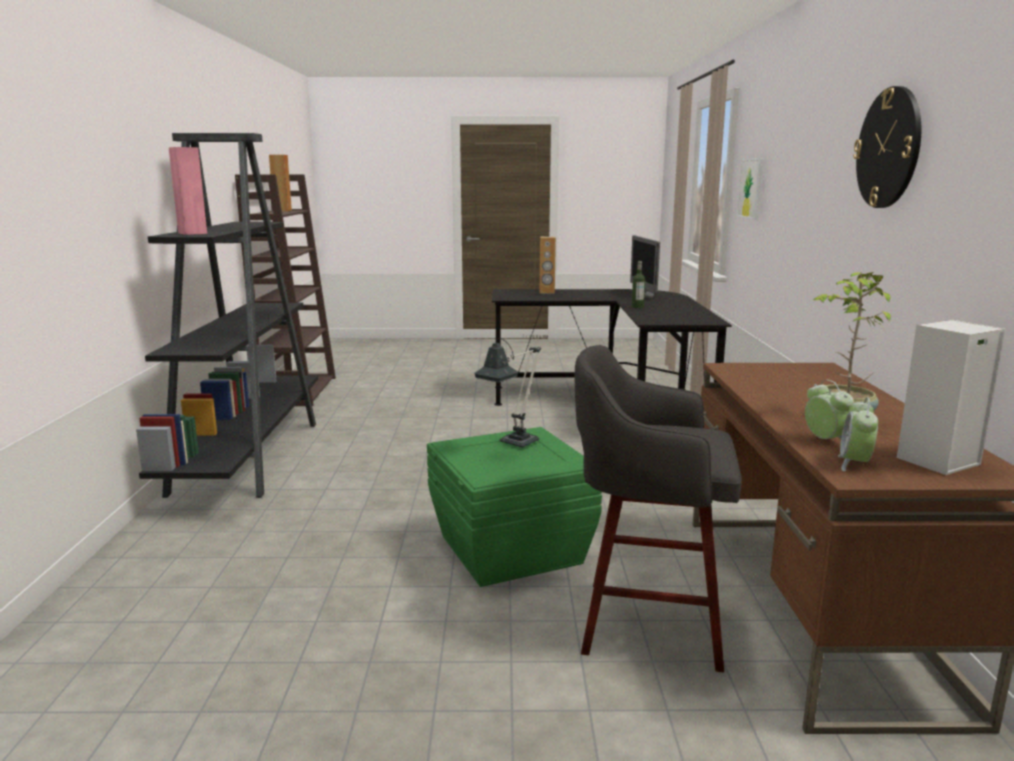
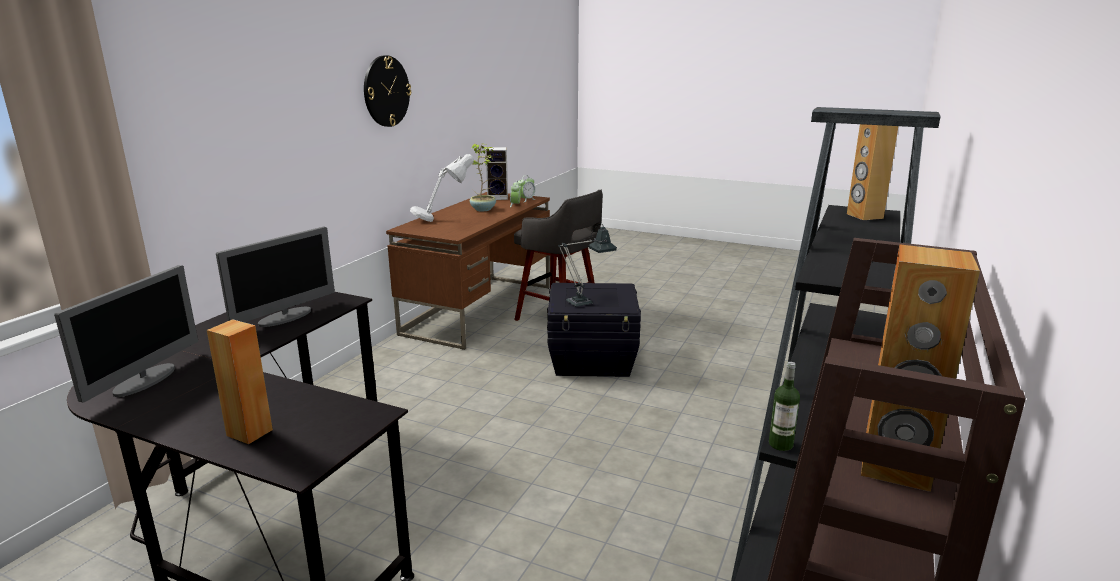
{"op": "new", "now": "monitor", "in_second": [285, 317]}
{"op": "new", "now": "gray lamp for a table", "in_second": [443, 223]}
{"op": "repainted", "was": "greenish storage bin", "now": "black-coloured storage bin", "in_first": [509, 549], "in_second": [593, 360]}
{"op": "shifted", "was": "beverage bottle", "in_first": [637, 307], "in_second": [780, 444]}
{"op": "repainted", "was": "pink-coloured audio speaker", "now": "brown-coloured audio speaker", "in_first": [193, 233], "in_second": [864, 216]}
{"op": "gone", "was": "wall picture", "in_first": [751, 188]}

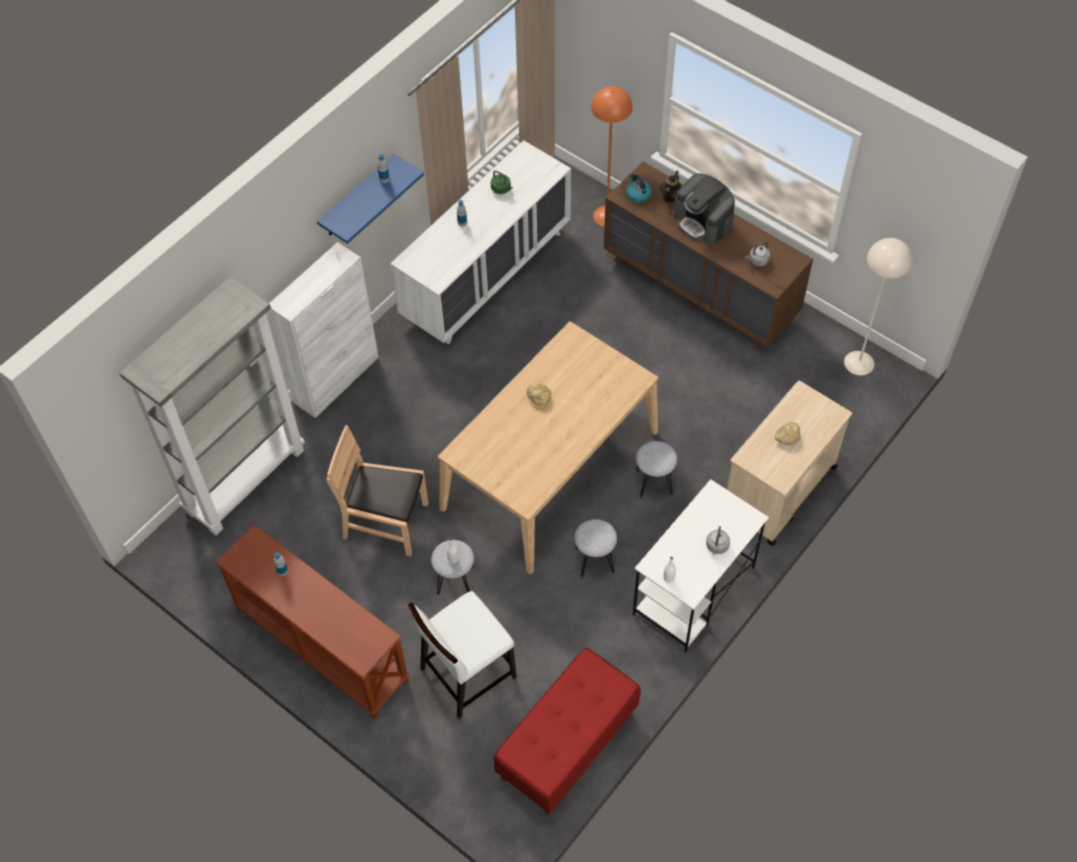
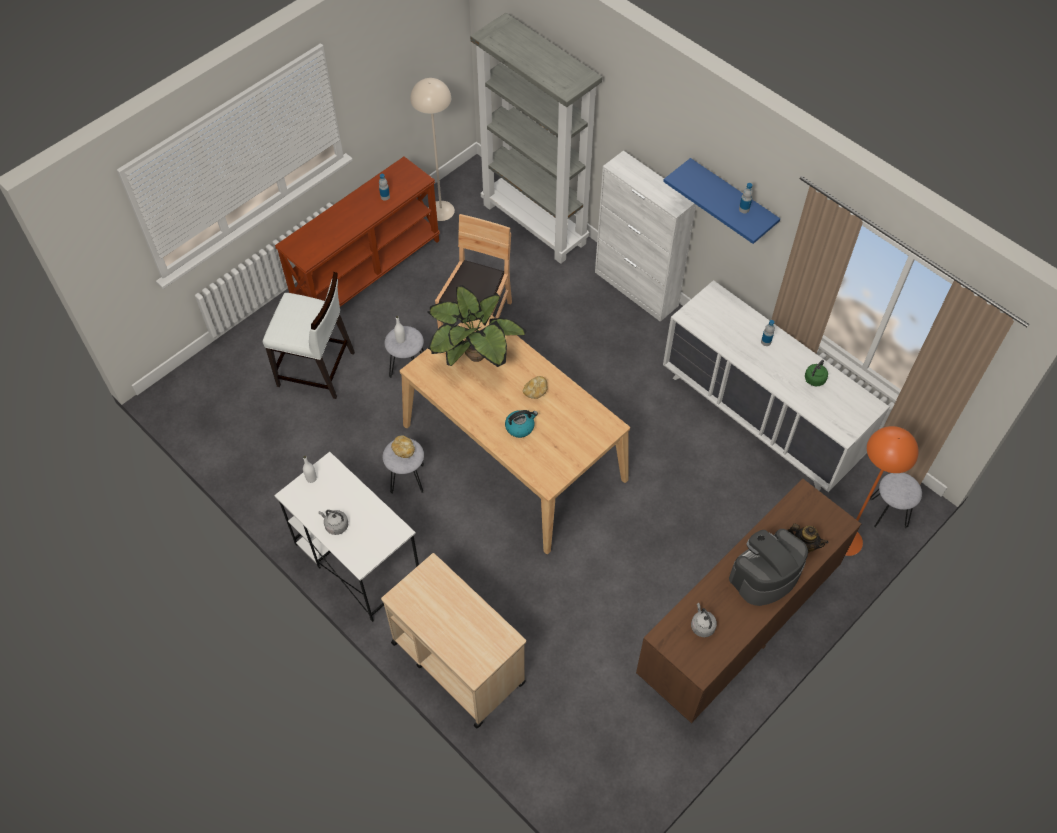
{"op": "rotated", "was": "whitish upright chair", "in_first": [467, 673], "in_second": [316, 370], "clockwise": 135}
{"op": "shifted", "was": "bakery bread", "in_first": [787, 437], "in_second": [403, 450]}
{"op": "shifted", "was": "sand-coloured standard lamp", "in_first": [859, 363], "in_second": [440, 210]}
{"op": "new", "now": "potted plant", "in_second": [475, 358]}
{"op": "shifted", "was": "tea kettle", "in_first": [638, 194], "in_second": [520, 427]}
{"op": "shifted", "was": "gray stool seat", "in_first": [654, 482], "in_second": [887, 513]}
{"op": "gone", "was": "red-coloured long seat", "in_first": [567, 745]}

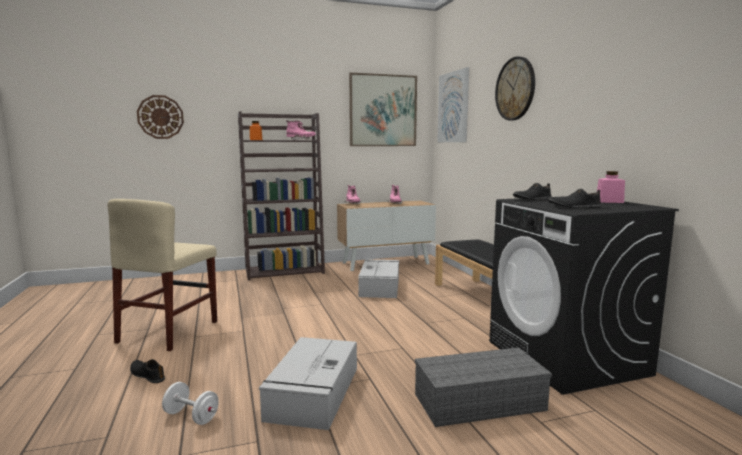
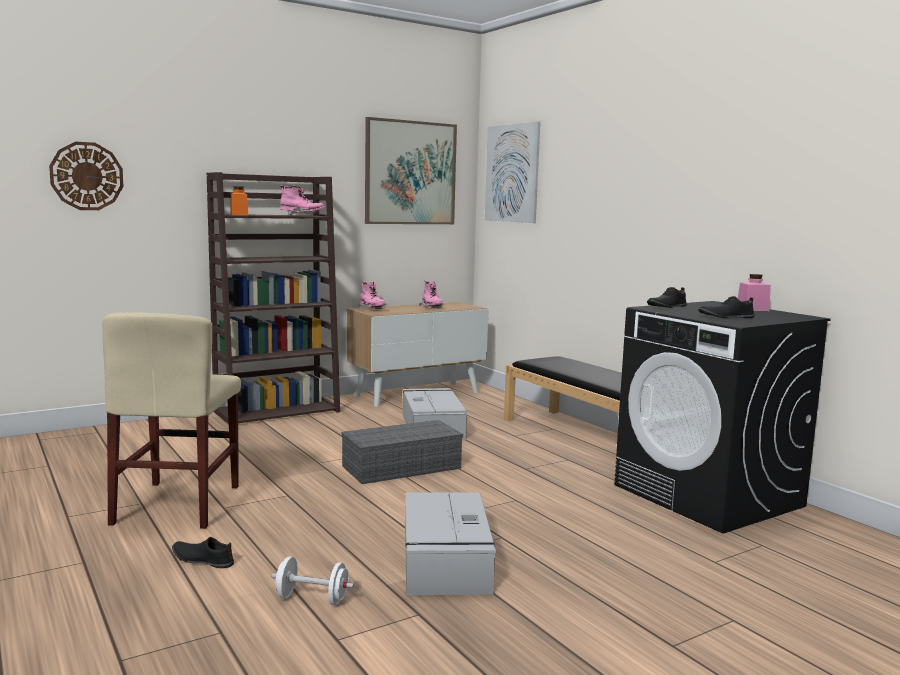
{"op": "shifted", "was": "gray storage bin", "in_first": [480, 401], "in_second": [402, 466]}
{"op": "gone", "was": "hanging clock", "in_first": [515, 89]}

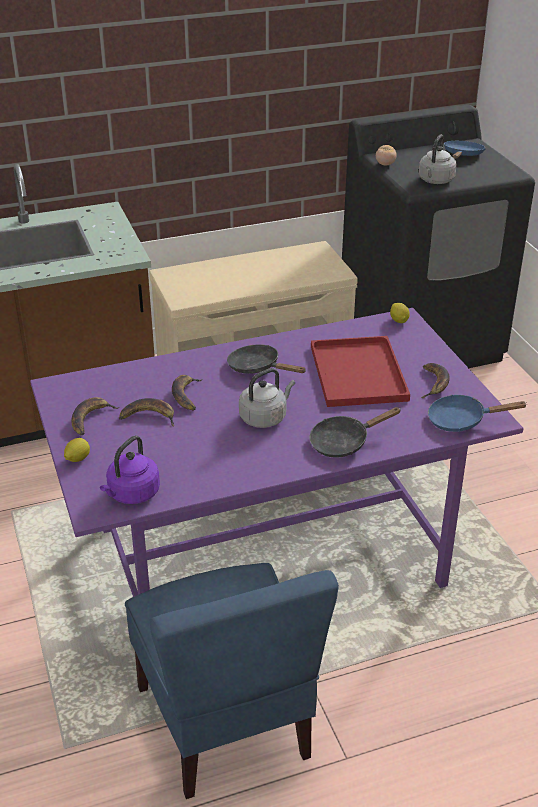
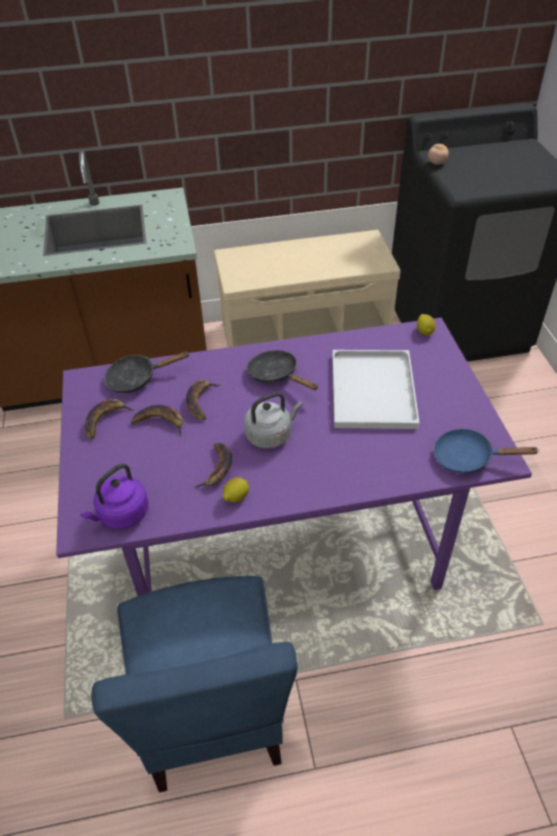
{"op": "shifted", "was": "black-coloured frying pan", "in_first": [344, 442], "in_second": [137, 379]}
{"op": "shifted", "was": "banana fruit", "in_first": [434, 383], "in_second": [217, 468]}
{"op": "shifted", "was": "citrus fruit", "in_first": [77, 459], "in_second": [236, 497]}
{"op": "repainted", "was": "red-coloured carrying tray", "now": "whitish carrying tray", "in_first": [356, 372], "in_second": [371, 388]}
{"op": "gone", "was": "gray tea kettle", "in_first": [435, 181]}
{"op": "gone", "was": "blue frying pan", "in_first": [462, 155]}

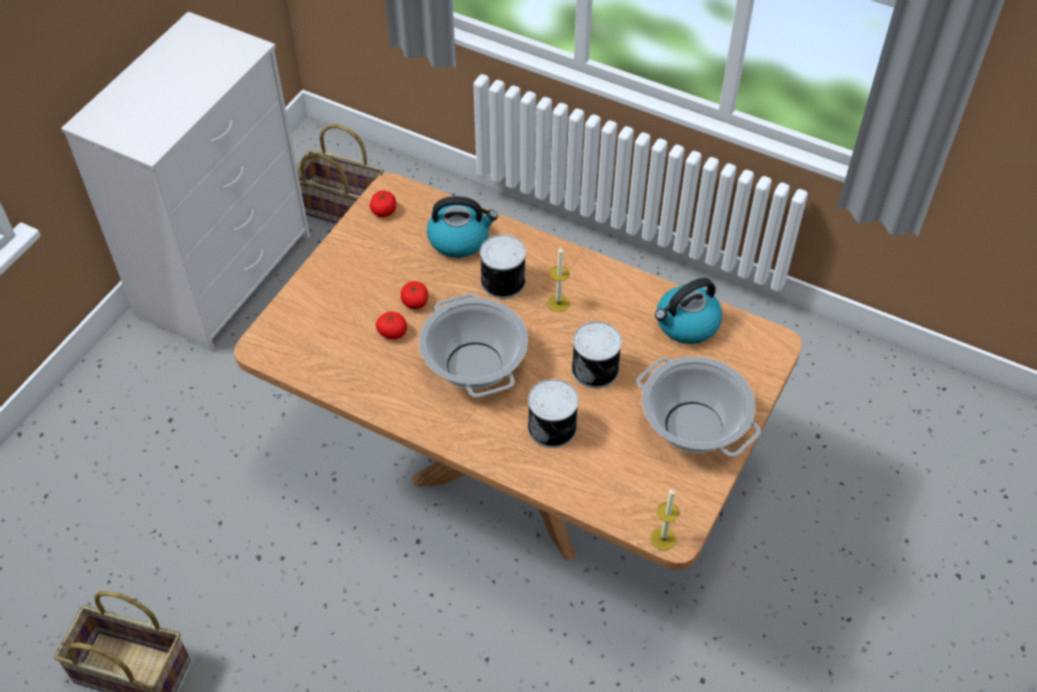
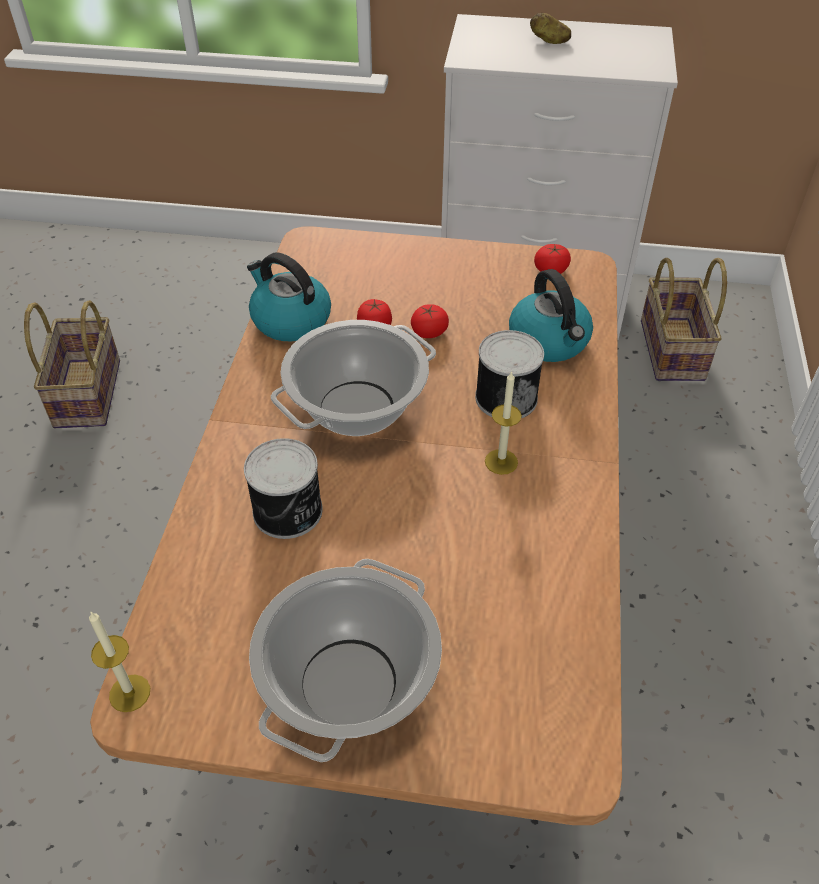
{"op": "shifted", "was": "tea kettle", "in_first": [686, 324], "in_second": [290, 320]}
{"op": "new", "now": "whole potato", "in_second": [549, 41]}
{"op": "gone", "was": "metal can", "in_first": [596, 368]}

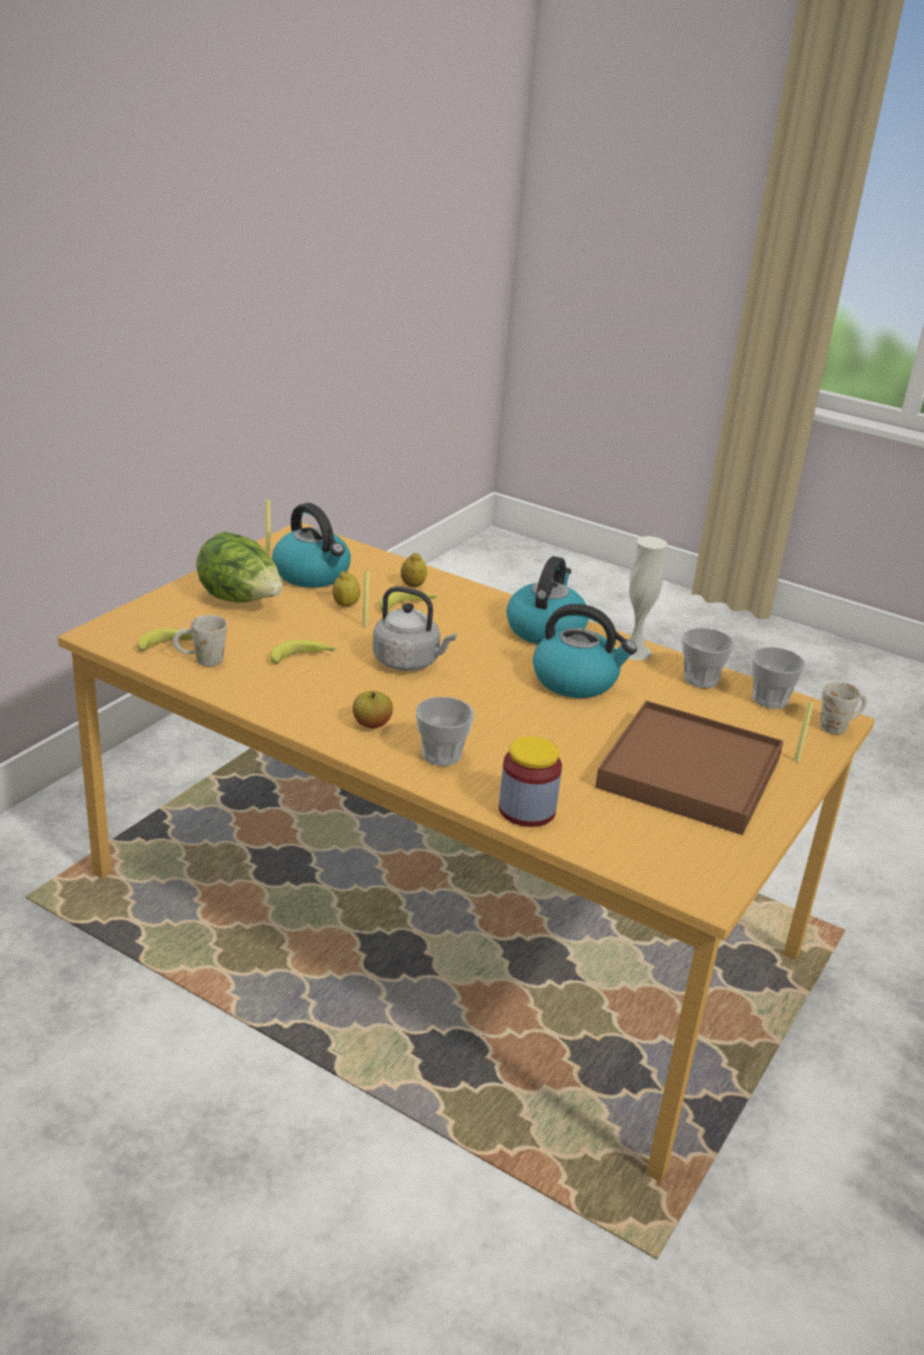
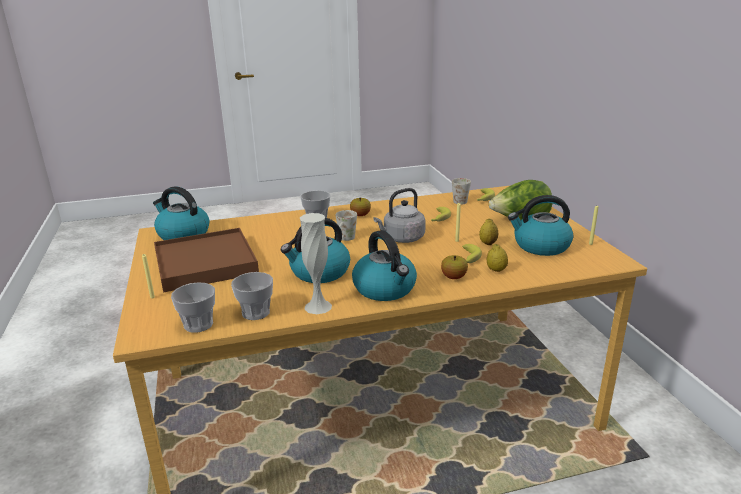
{"op": "new", "now": "tea kettle", "in_second": [182, 234]}
{"op": "shifted", "was": "whitish tea mug", "in_first": [839, 725], "in_second": [345, 239]}
{"op": "new", "now": "whole apple", "in_second": [453, 277]}
{"op": "gone", "was": "storage jar", "in_first": [527, 810]}

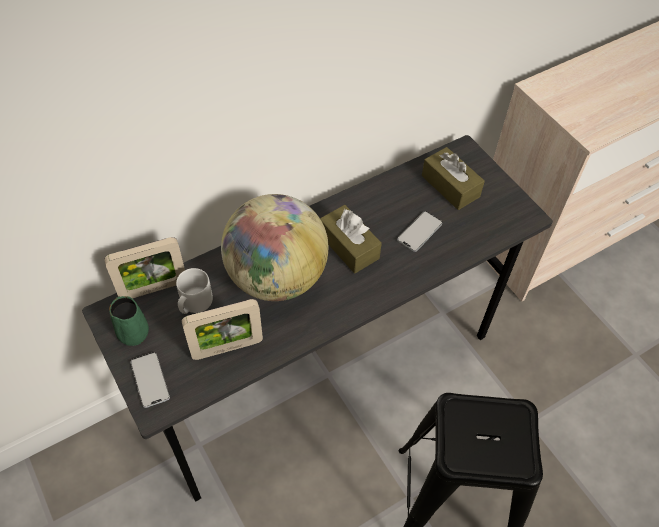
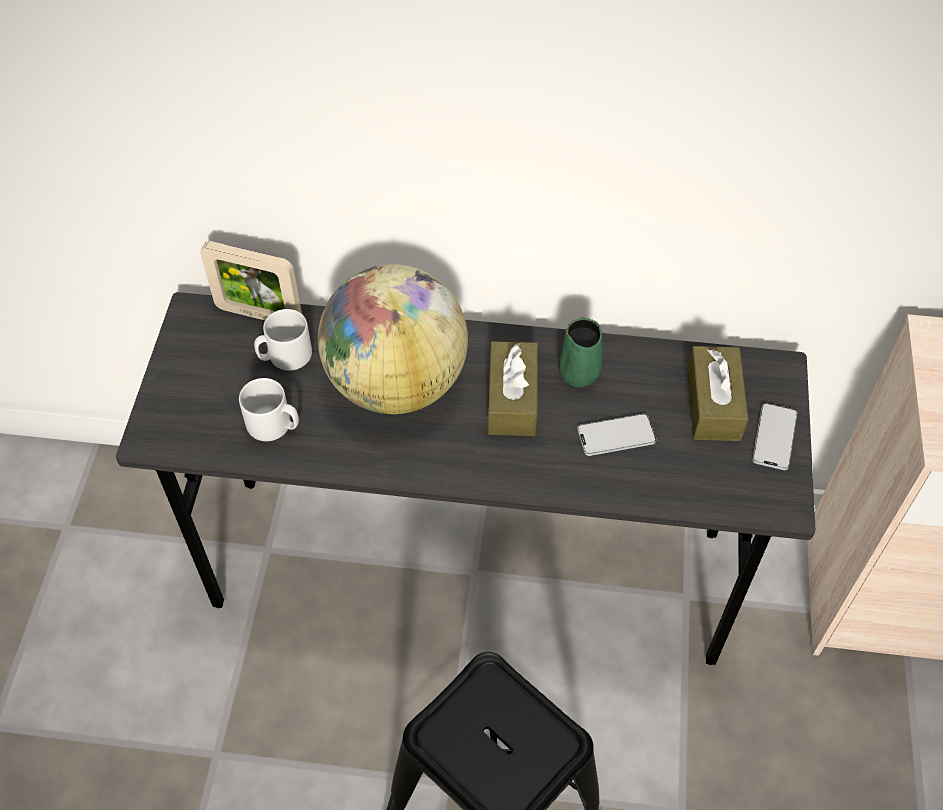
{"op": "swapped", "was": "picture frame", "now": "gray tea mug", "in_first": [227, 348], "in_second": [274, 425]}
{"op": "shifted", "was": "greenish tea mug", "in_first": [133, 332], "in_second": [579, 370]}
{"op": "shifted", "was": "telephone", "in_first": [150, 380], "in_second": [774, 437]}

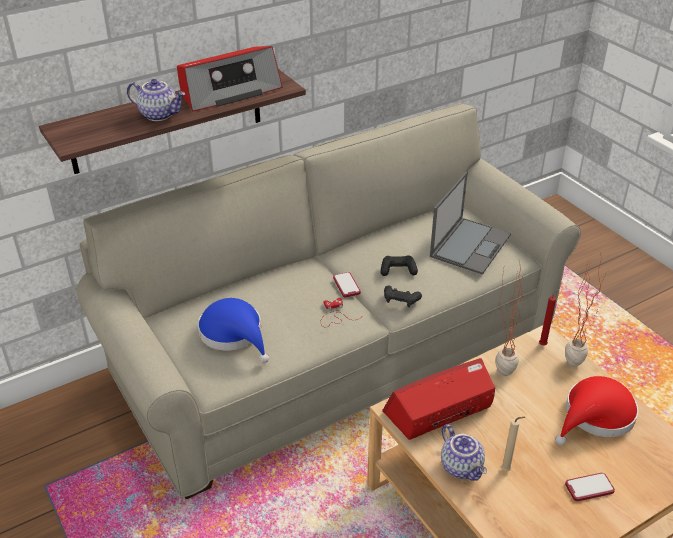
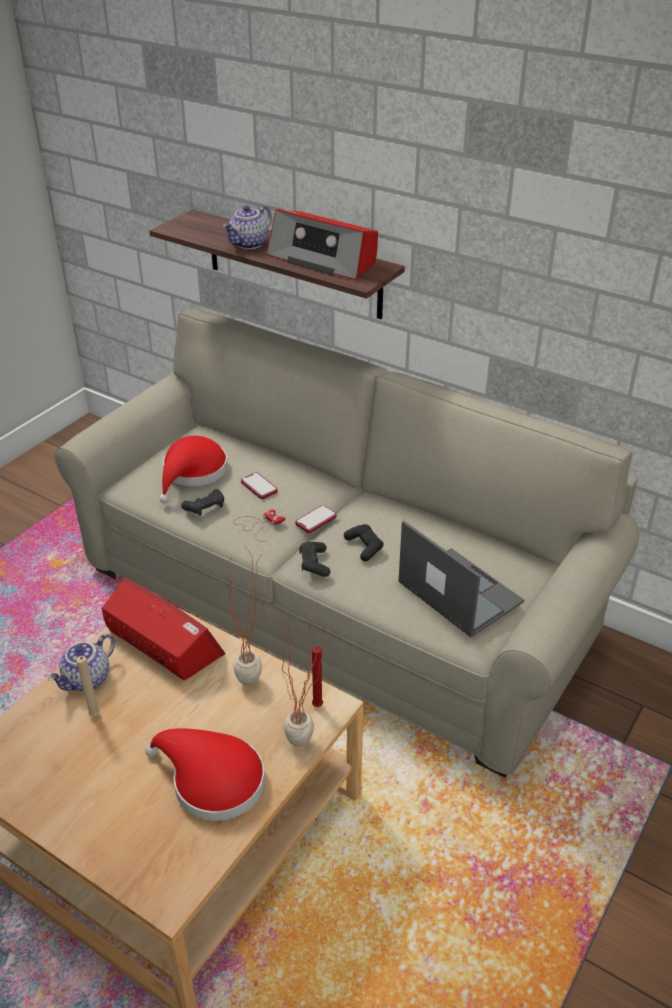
{"op": "repainted", "was": "blue clothing hat", "now": "red-coloured clothing hat", "in_first": [234, 334], "in_second": [193, 473]}
{"op": "new", "now": "black-coloured joypad", "in_second": [205, 507]}
{"op": "rotated", "was": "pot for tea", "in_first": [160, 114], "in_second": [249, 244], "clockwise": 45}
{"op": "shifted", "was": "telephone", "in_first": [589, 488], "in_second": [259, 487]}
{"op": "rotated", "was": "laptop", "in_first": [470, 245], "in_second": [458, 591], "clockwise": -135}

